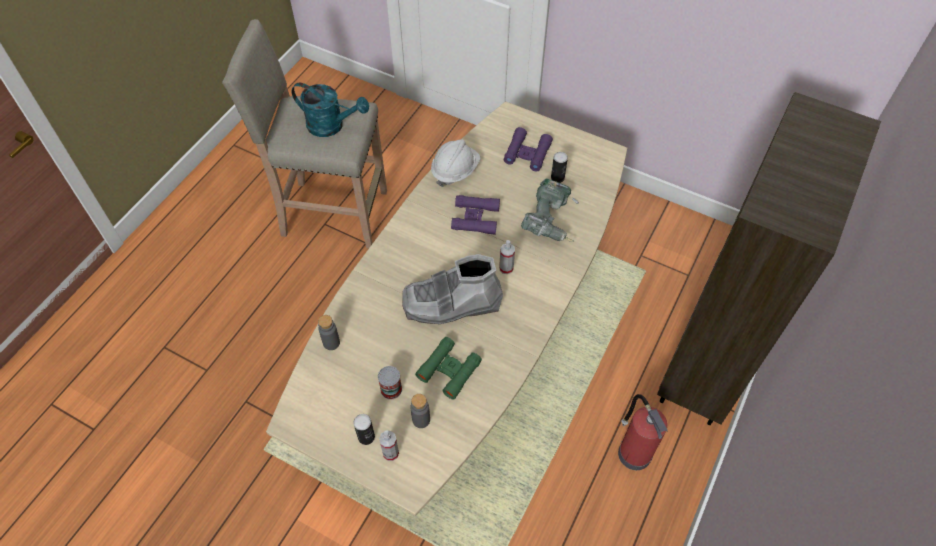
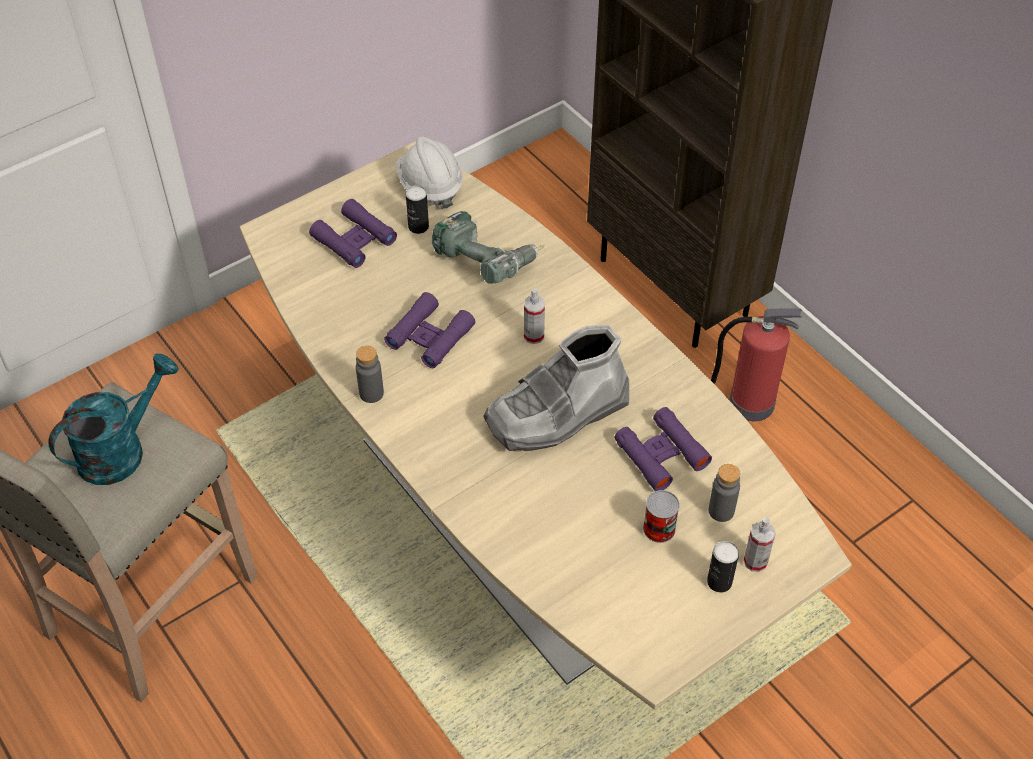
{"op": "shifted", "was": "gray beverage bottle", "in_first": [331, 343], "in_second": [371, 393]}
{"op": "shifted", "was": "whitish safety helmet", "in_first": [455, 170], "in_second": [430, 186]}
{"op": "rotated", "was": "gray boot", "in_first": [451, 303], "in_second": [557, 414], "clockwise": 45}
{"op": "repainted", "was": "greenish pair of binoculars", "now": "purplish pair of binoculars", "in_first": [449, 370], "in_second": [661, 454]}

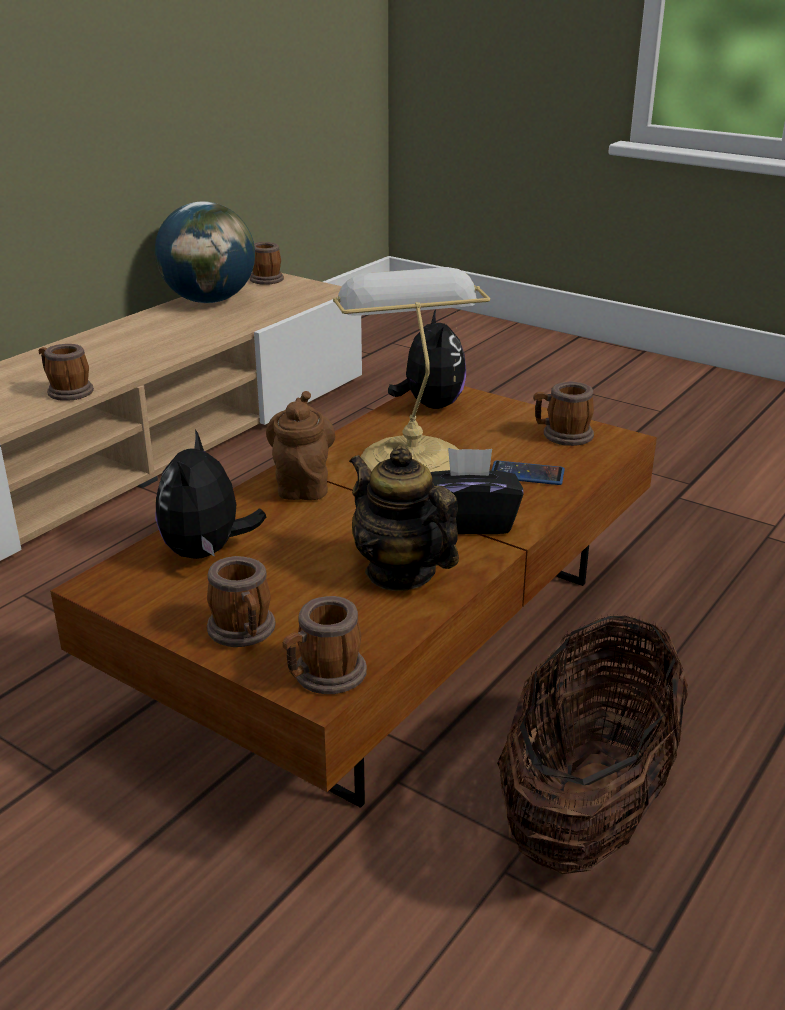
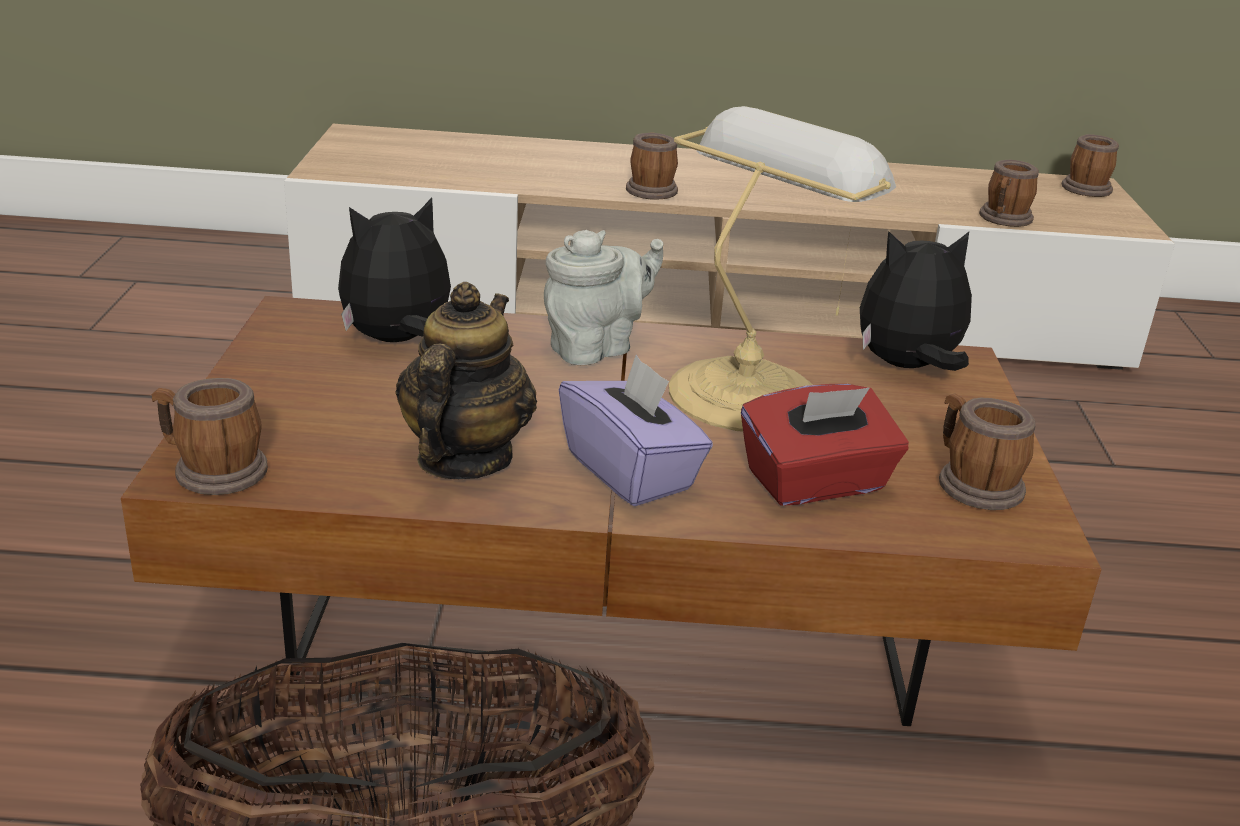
{"op": "repainted", "was": "brown-coloured pot for tea", "now": "gray pot for tea", "in_first": [303, 485], "in_second": [596, 348]}
{"op": "repainted", "was": "black-coloured box of tissues", "now": "purplish box of tissues", "in_first": [467, 522], "in_second": [631, 471]}
{"op": "swapped", "was": "telephone", "now": "red-coloured box of tissues", "in_first": [527, 474], "in_second": [816, 483]}
{"op": "rotated", "was": "plush toy", "in_first": [430, 405], "in_second": [907, 367], "clockwise": -150}
{"op": "shifted", "was": "tea mug", "in_first": [244, 632], "in_second": [1004, 219]}
{"op": "gone", "was": "desk globe", "in_first": [208, 300]}

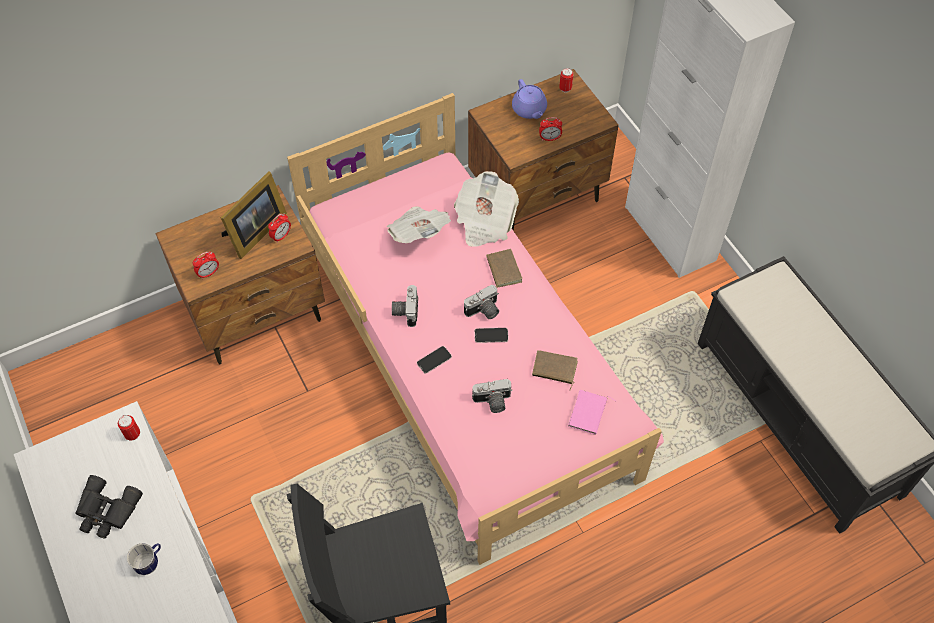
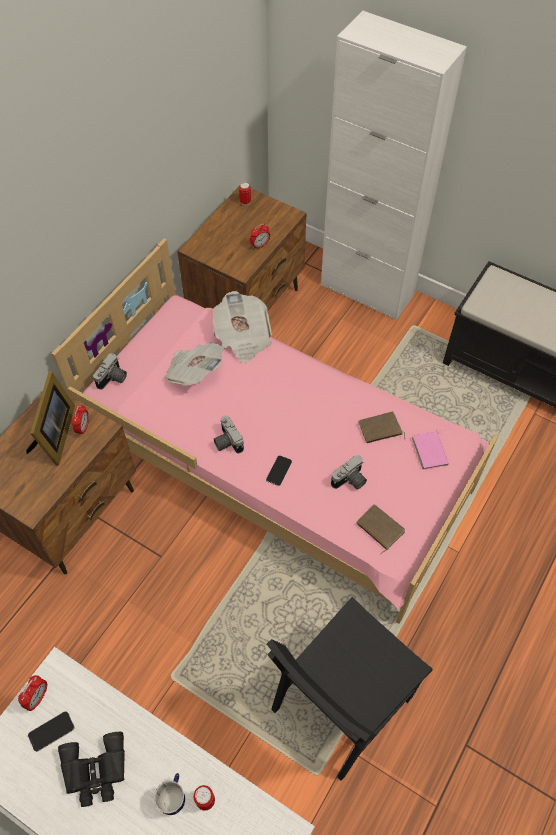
{"op": "shifted", "was": "bedside clock", "in_first": [208, 273], "in_second": [38, 697]}
{"op": "shifted", "was": "telephone", "in_first": [491, 335], "in_second": [51, 731]}
{"op": "shifted", "was": "still camera", "in_first": [483, 311], "in_second": [113, 379]}
{"op": "shifted", "was": "metal can", "in_first": [132, 434], "in_second": [205, 800]}
{"op": "shifted", "was": "brown-coloured bound book", "in_first": [502, 270], "in_second": [379, 529]}
{"op": "gone", "was": "purplish pot for tea", "in_first": [529, 110]}

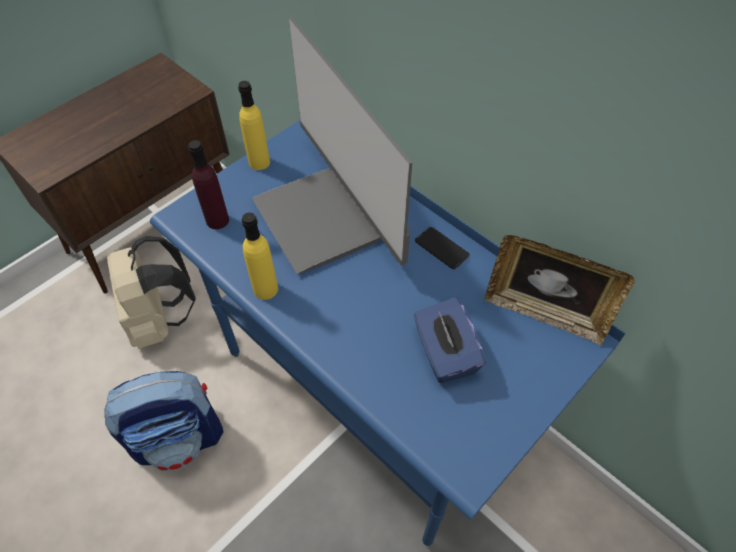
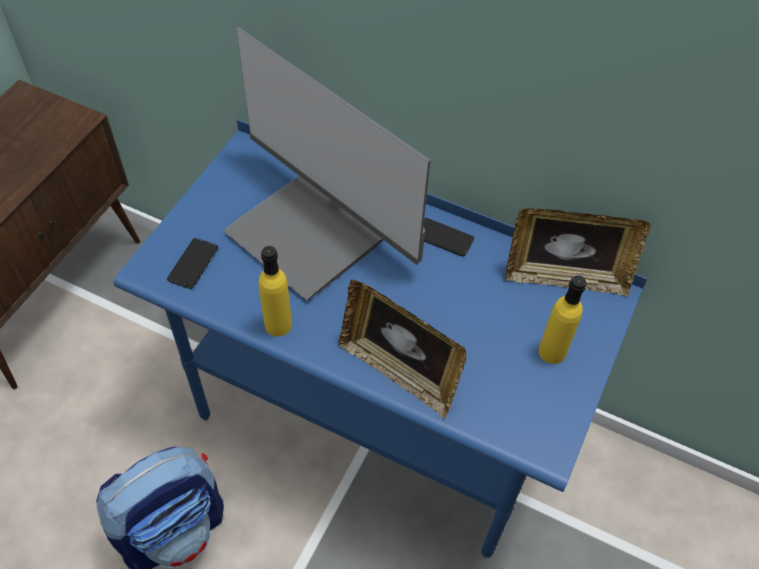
{"op": "swapped", "was": "purplish beverage bottle", "now": "telephone", "in_first": [217, 220], "in_second": [193, 264]}
{"op": "new", "now": "picture frame", "in_second": [399, 372]}
{"op": "shifted", "was": "yellowish beverage bottle", "in_first": [259, 162], "in_second": [552, 352]}
{"op": "gone", "was": "sand-coloured knapsack", "in_first": [160, 320]}
{"op": "gone", "was": "blue box of tissues", "in_first": [444, 353]}

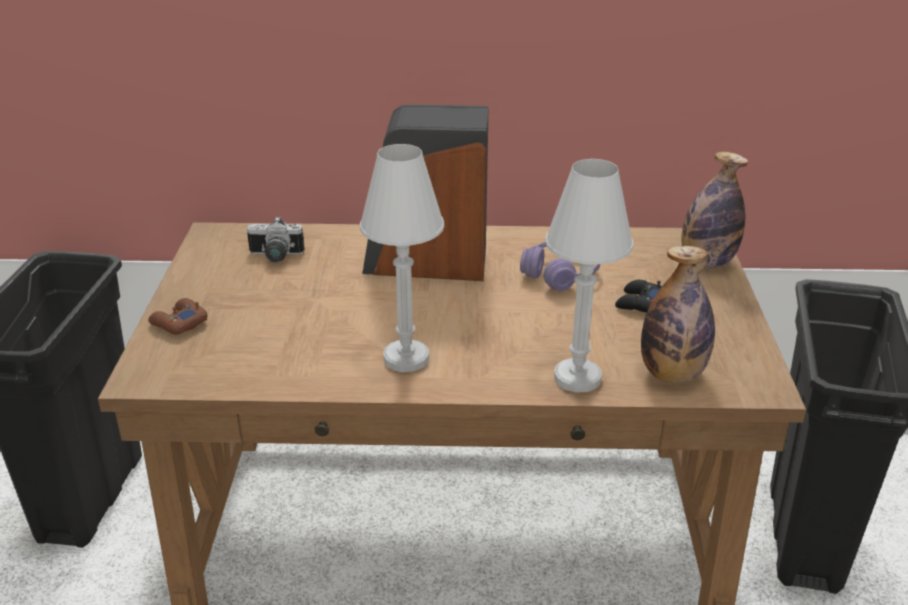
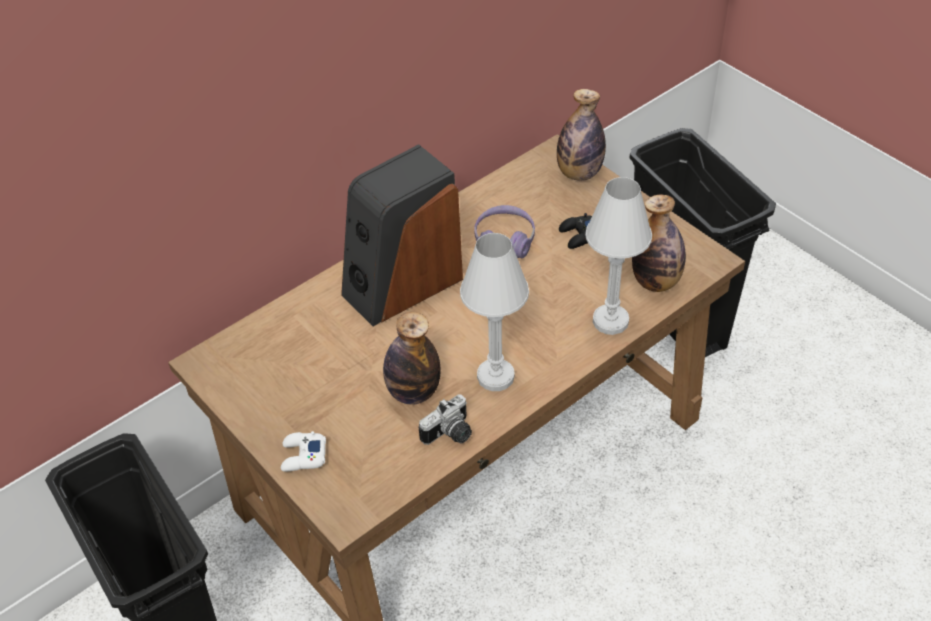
{"op": "repainted", "was": "brown-coloured joypad", "now": "whitish joypad", "in_first": [178, 323], "in_second": [303, 456]}
{"op": "new", "now": "beverage bottle", "in_second": [413, 392]}
{"op": "shifted", "was": "still camera", "in_first": [275, 256], "in_second": [450, 434]}

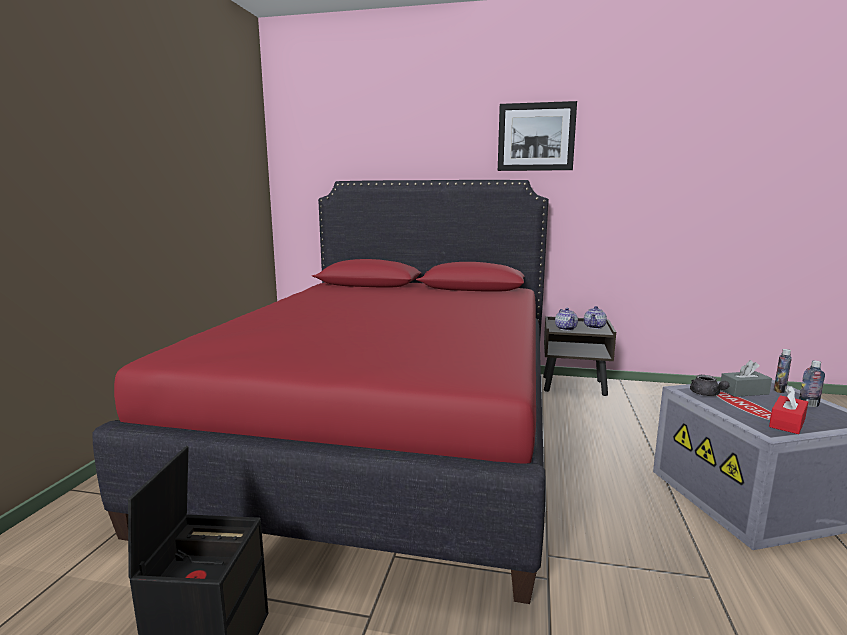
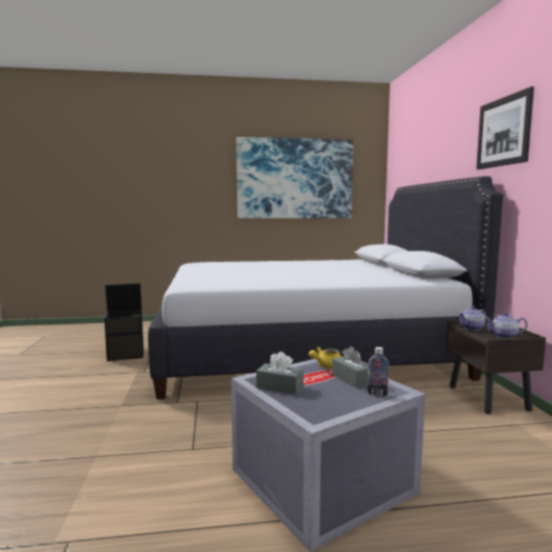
{"op": "repainted", "was": "red-coloured bed", "now": "whitish bed", "in_first": [389, 432], "in_second": [304, 351]}
{"op": "new", "now": "wall picture", "in_second": [295, 179]}
{"op": "repainted", "was": "red-coloured box of tissues", "now": "gray box of tissues", "in_first": [787, 423], "in_second": [279, 387]}
{"op": "repainted", "was": "gray pot for tea", "now": "yellowish pot for tea", "in_first": [706, 394], "in_second": [326, 366]}
{"op": "gone", "was": "beverage bottle", "in_first": [808, 405]}

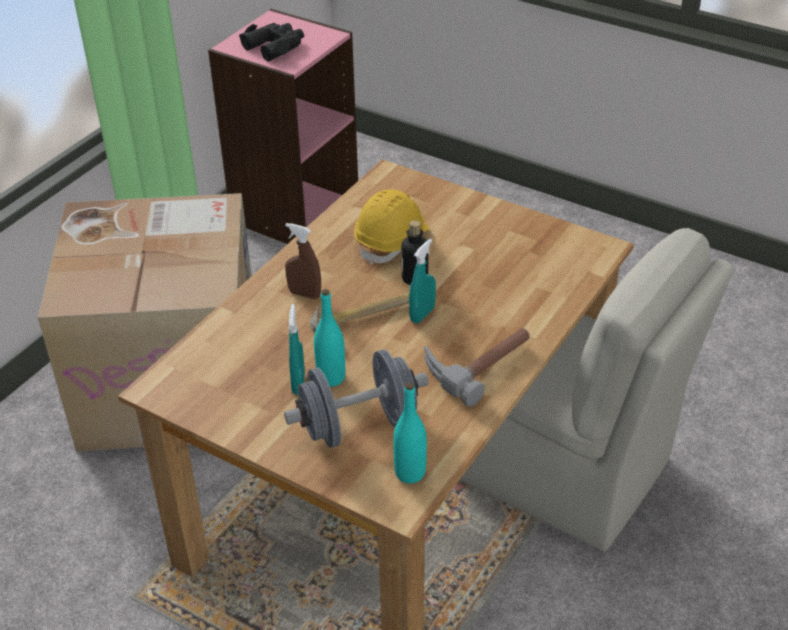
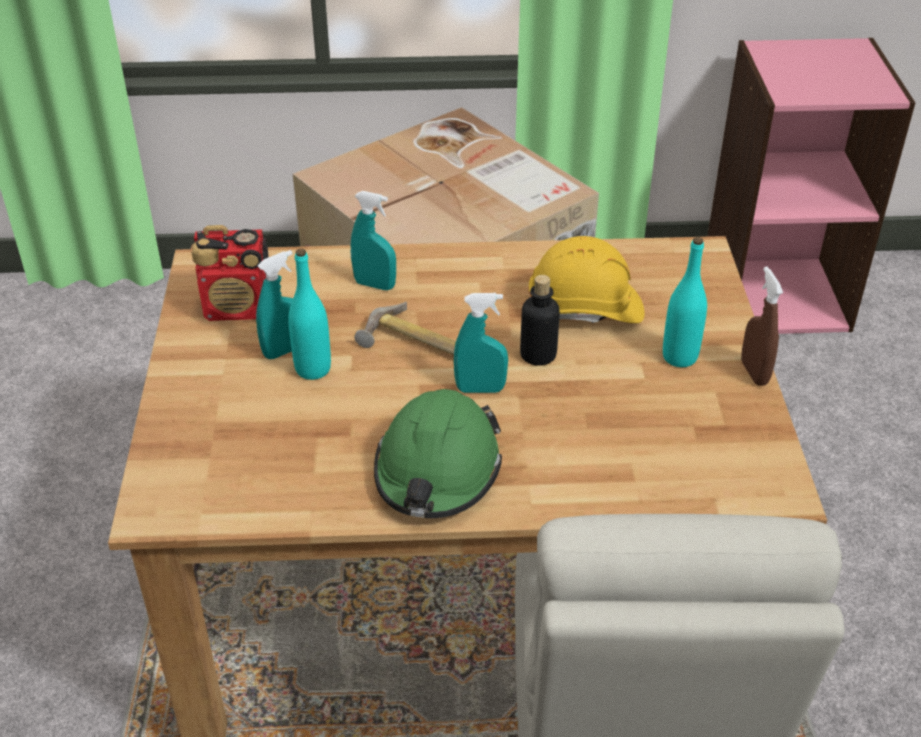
{"op": "new", "now": "radio receiver", "in_second": [238, 308]}
{"op": "new", "now": "turquoise sprayer", "in_second": [375, 285]}
{"op": "swapped", "was": "hammer", "now": "greenish safety helmet", "in_first": [477, 363], "in_second": [437, 470]}
{"op": "shifted", "was": "turquoise beverage bottle", "in_first": [410, 473], "in_second": [679, 357]}
{"op": "shifted", "was": "brown-coloured sprayer", "in_first": [304, 294], "in_second": [754, 372]}
{"op": "gone", "was": "black-coloured pair of binoculars", "in_first": [275, 46]}
{"op": "gone", "was": "gray dumbbell", "in_first": [358, 425]}

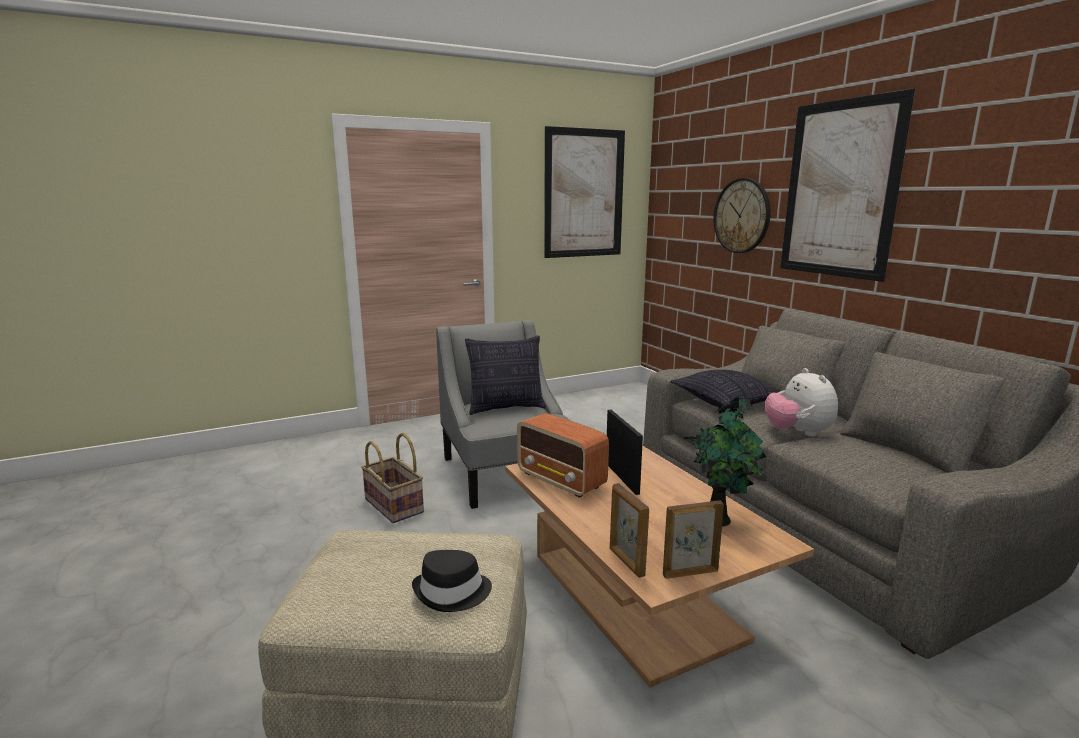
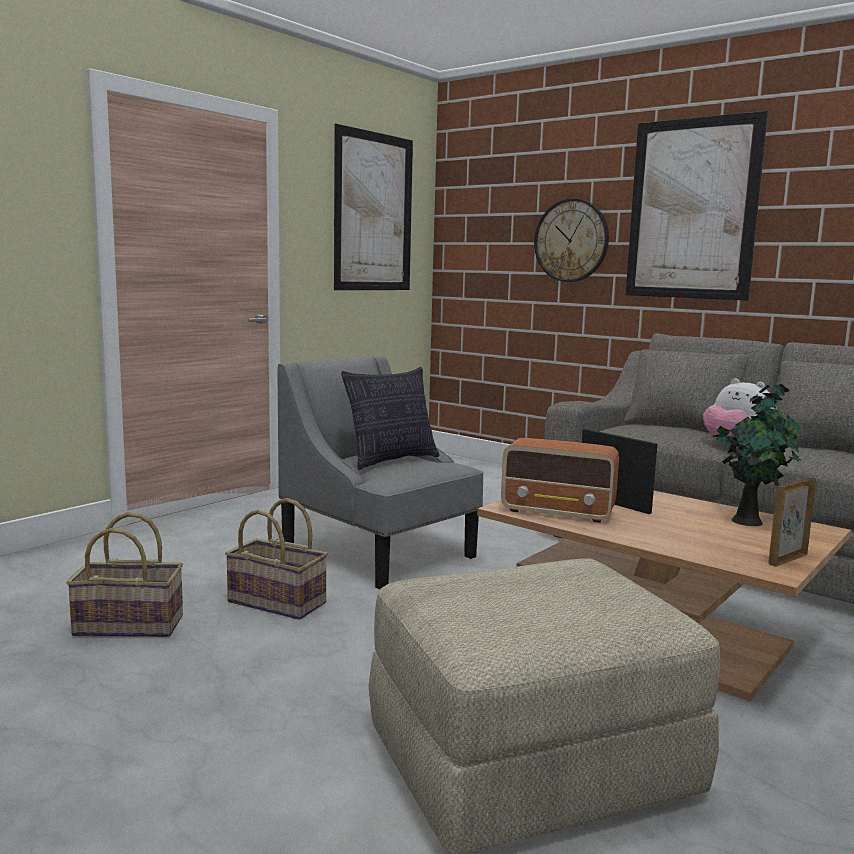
{"op": "new", "now": "storage basket", "in_second": [130, 625]}
{"op": "gone", "was": "black-coloured clothing hat", "in_first": [452, 592]}
{"op": "gone", "was": "picture frame", "in_first": [626, 562]}
{"op": "gone", "was": "cushion", "in_first": [726, 402]}

